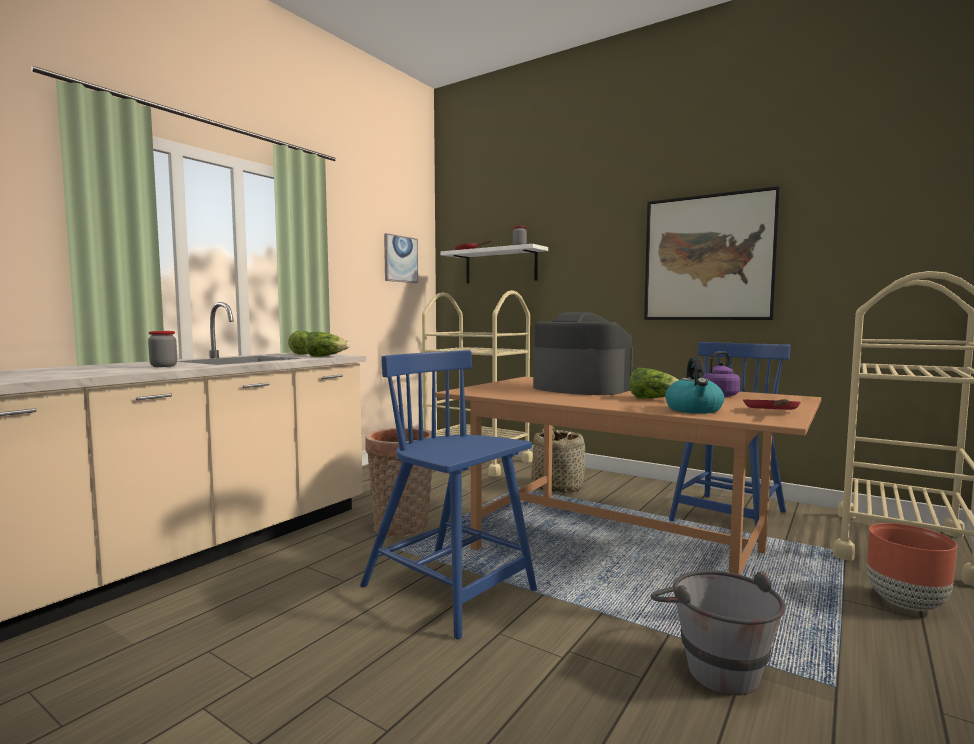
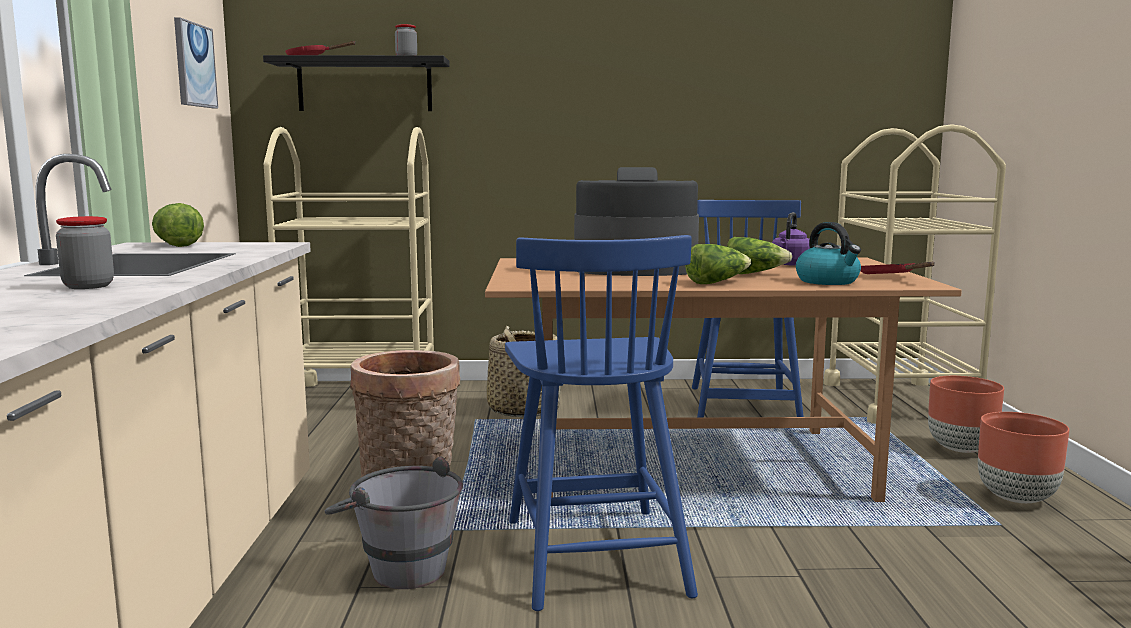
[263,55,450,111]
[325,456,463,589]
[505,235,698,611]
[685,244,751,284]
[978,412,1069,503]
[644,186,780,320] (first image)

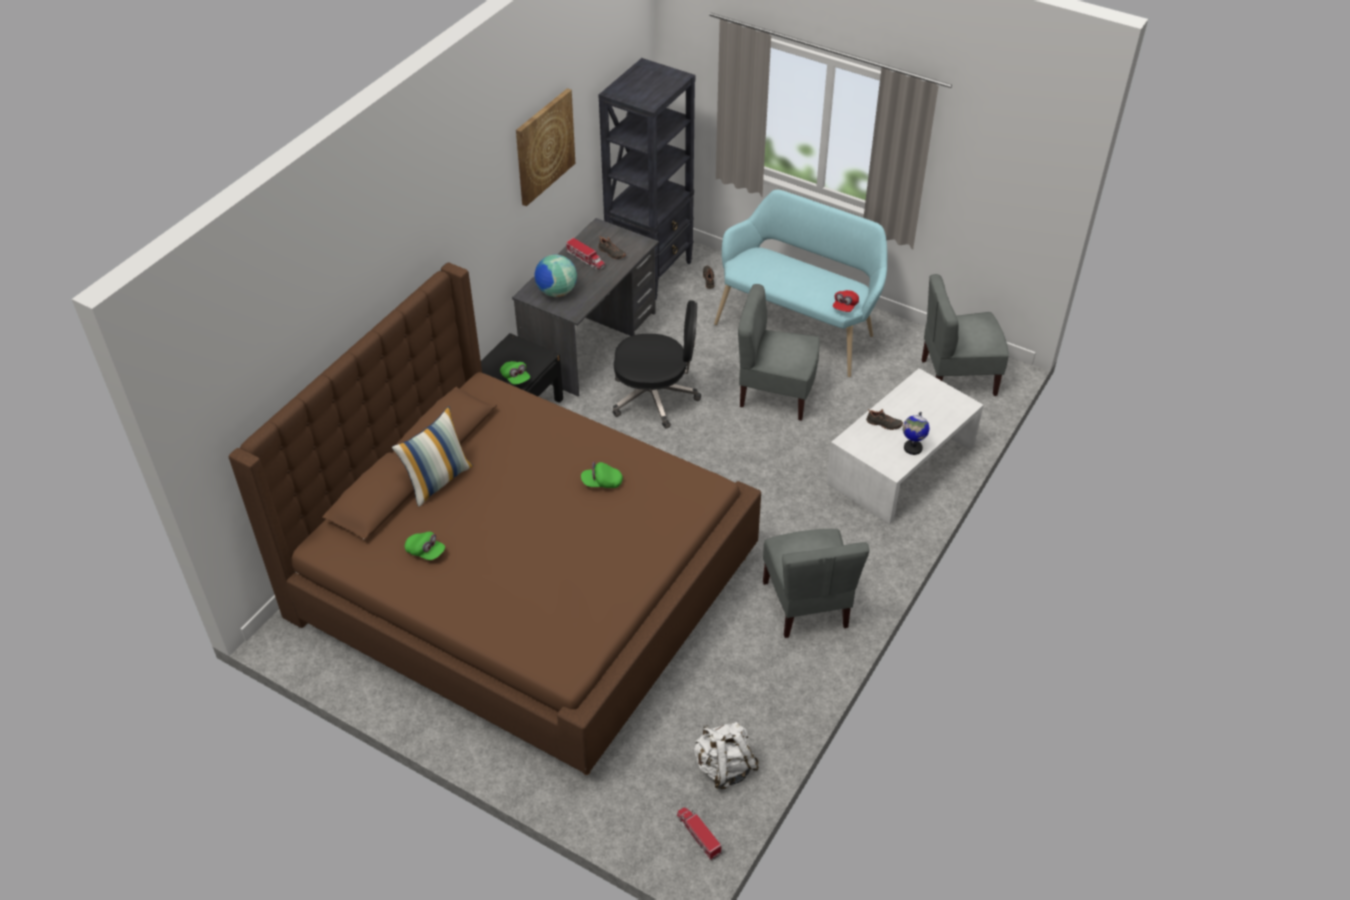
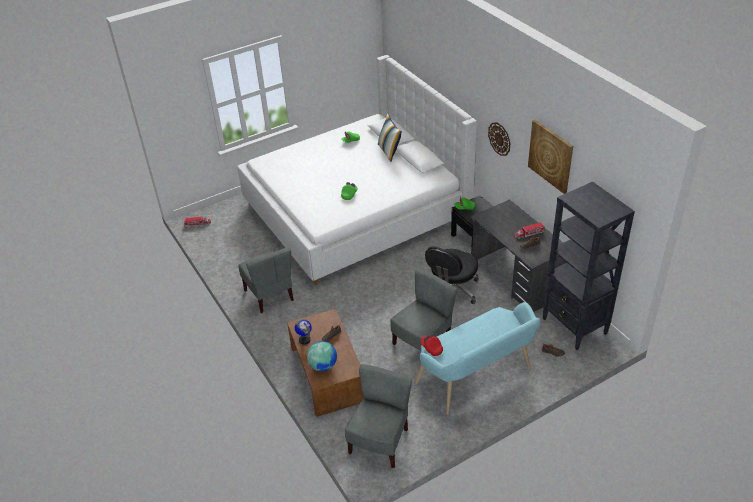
[237,55,477,285]
[238,247,294,313]
[287,309,364,417]
[307,341,337,371]
[488,122,510,156]
[694,722,759,789] (first image)

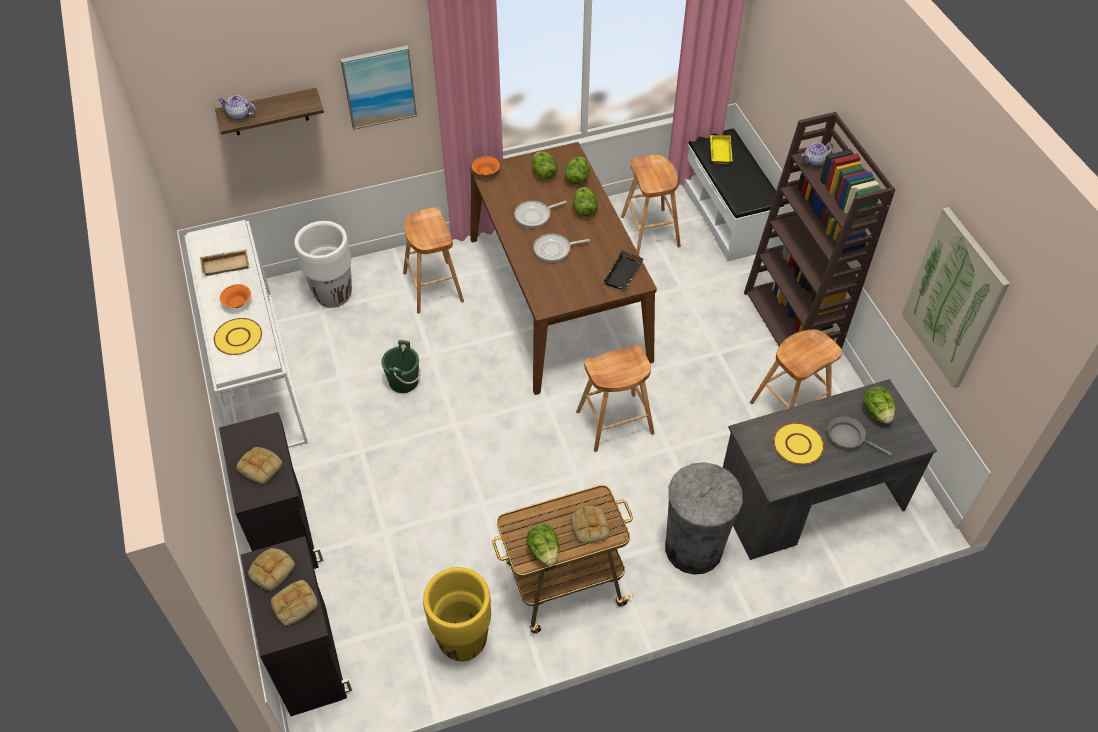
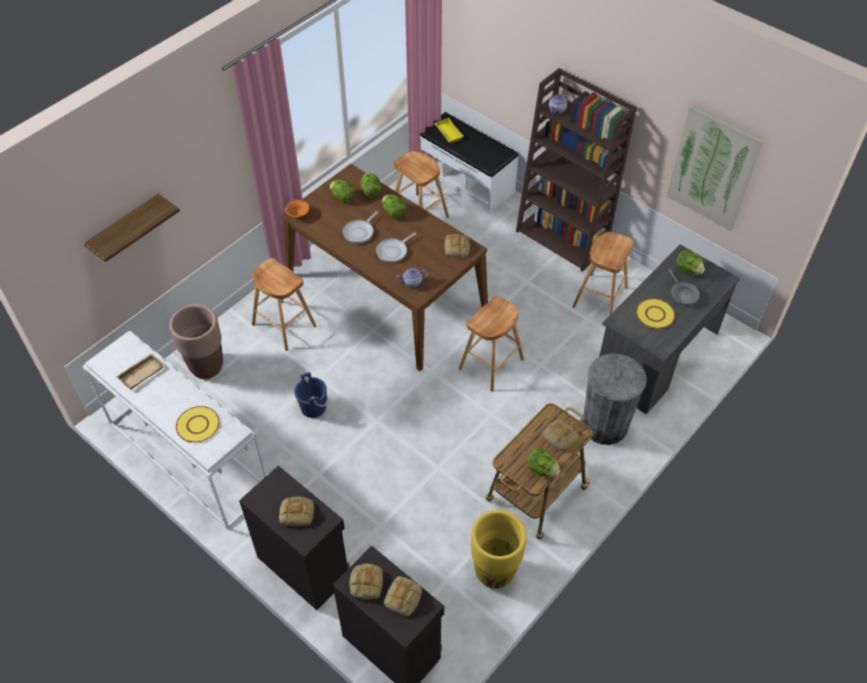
[169,304,223,379]
[294,372,328,418]
[396,268,428,288]
[444,234,470,257]
[669,269,700,305]
[220,284,251,308] (first image)
[340,45,417,130] (first image)

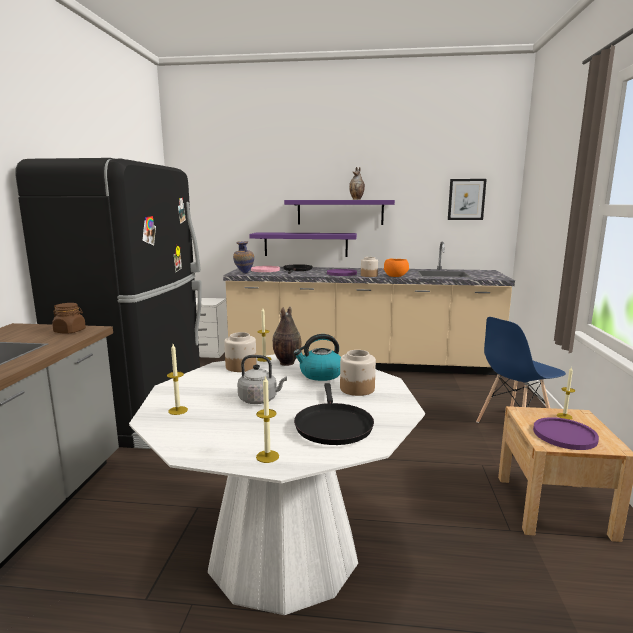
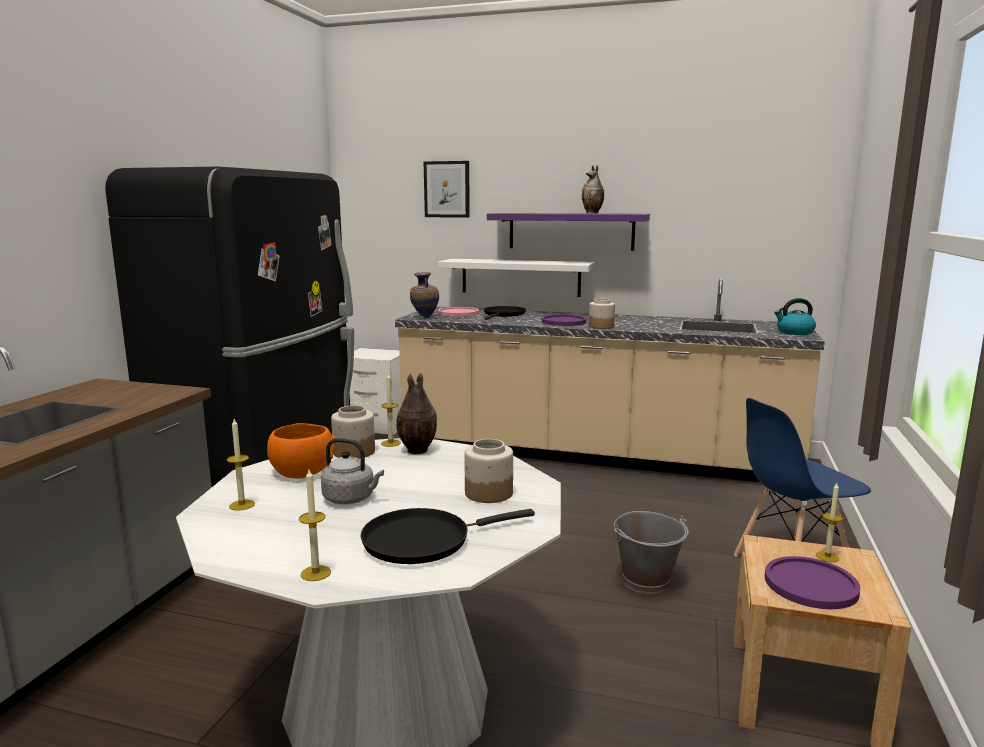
[267,423,335,479]
[360,508,535,564]
[424,161,470,218]
[438,259,595,297]
[614,511,689,595]
[774,298,816,335]
[52,303,86,334] (first image)

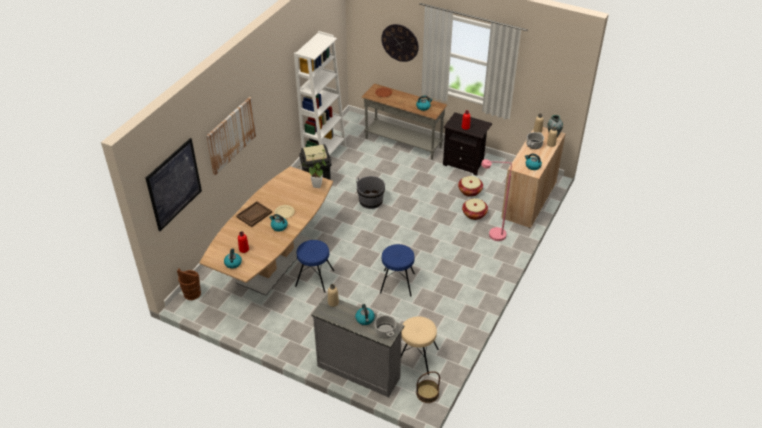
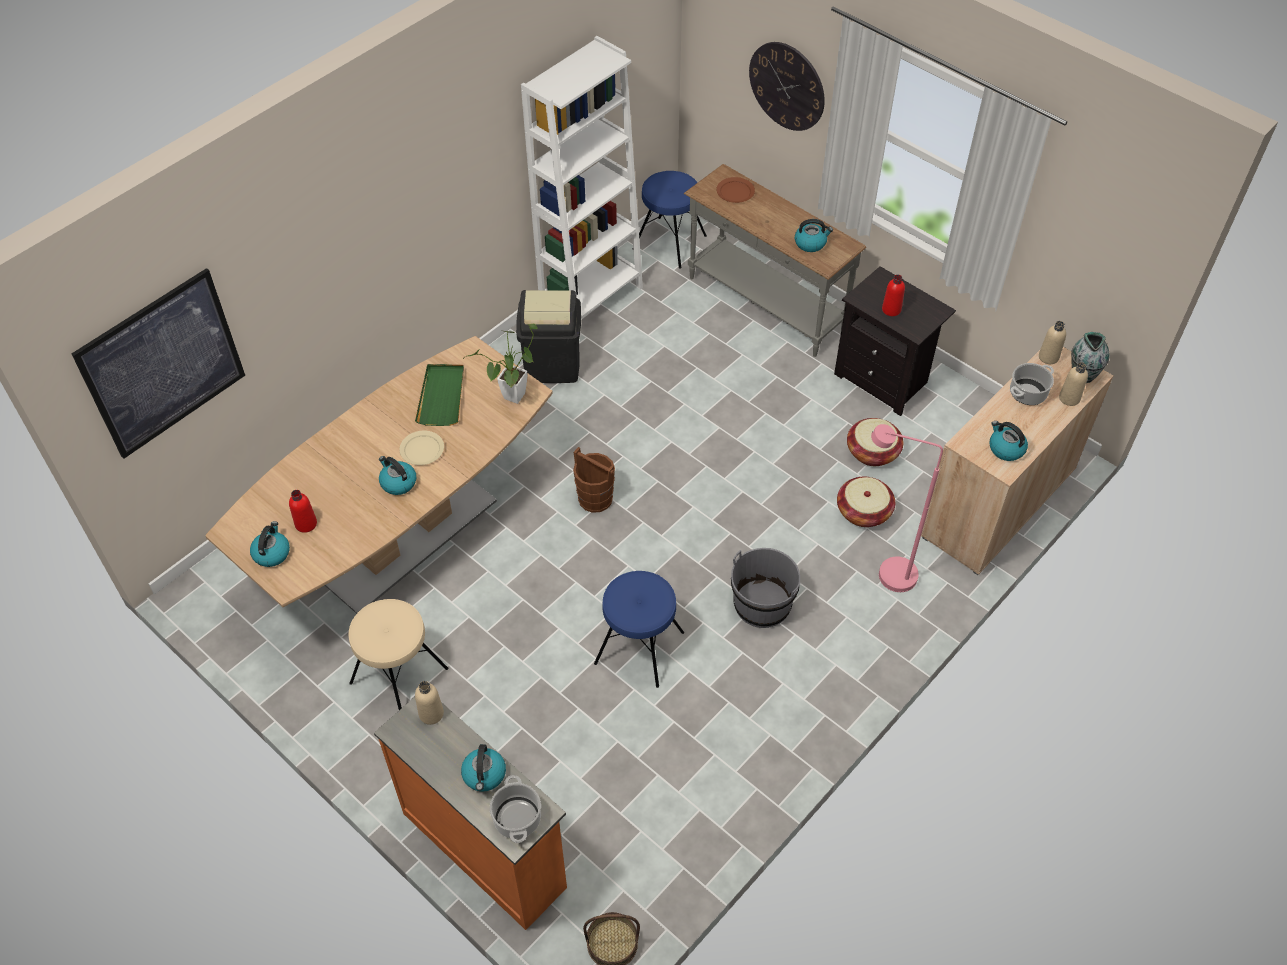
[349,599,448,710]
[374,697,567,930]
[415,364,464,426]
[573,447,615,513]
[639,171,707,269]
[731,548,800,628]
[206,97,257,175] (first image)
[236,201,272,227] (first image)

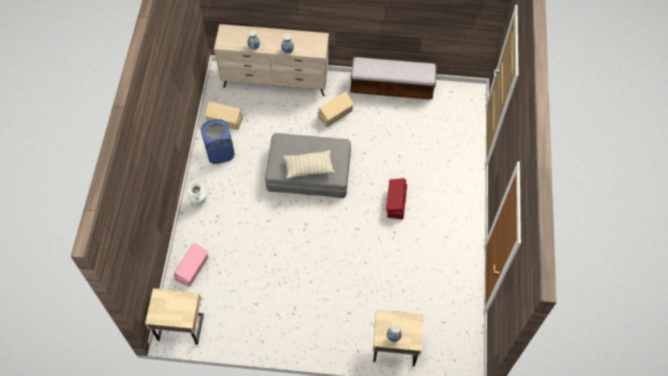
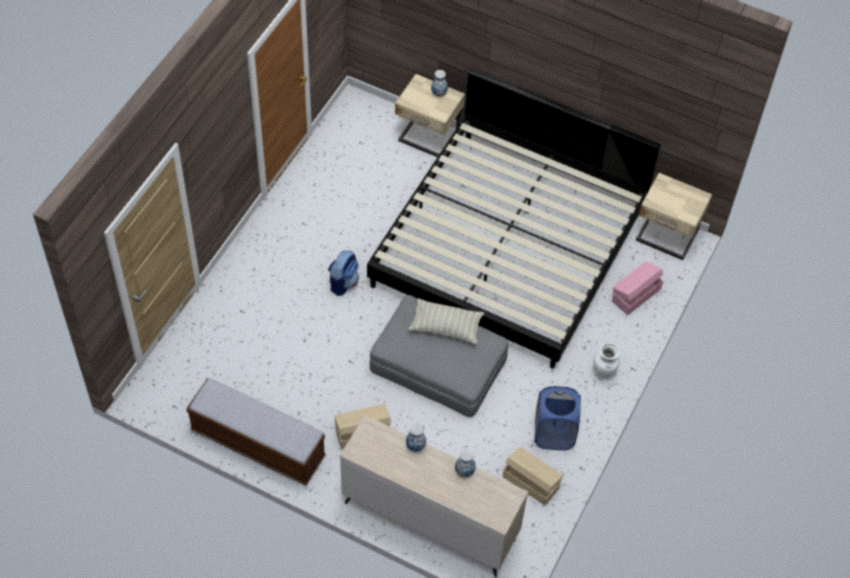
[328,250,359,296]
[367,68,661,368]

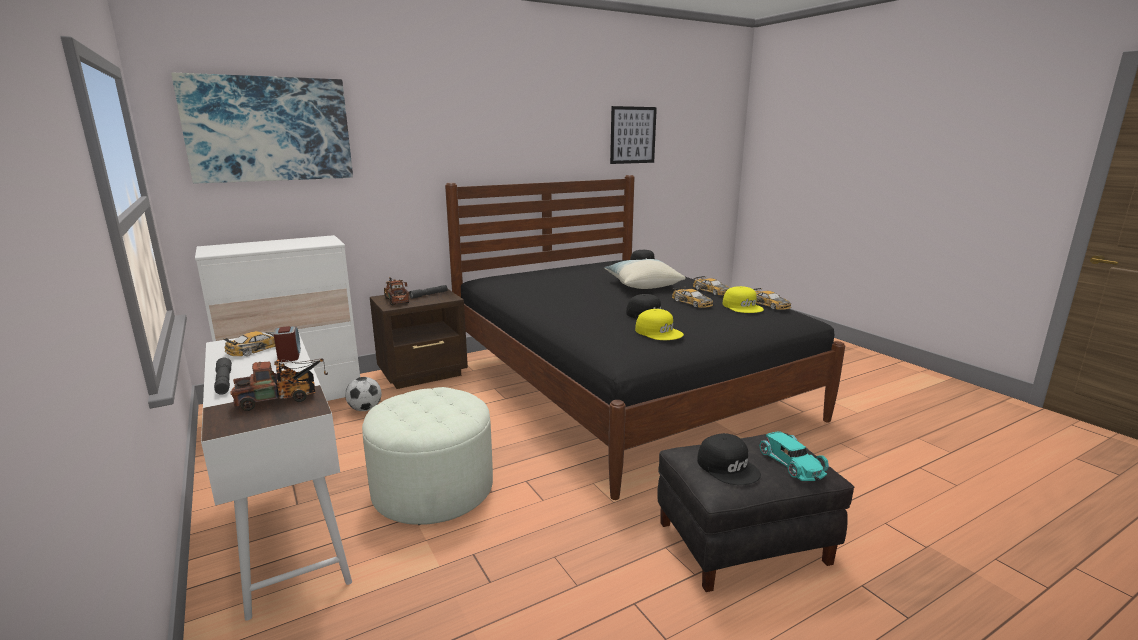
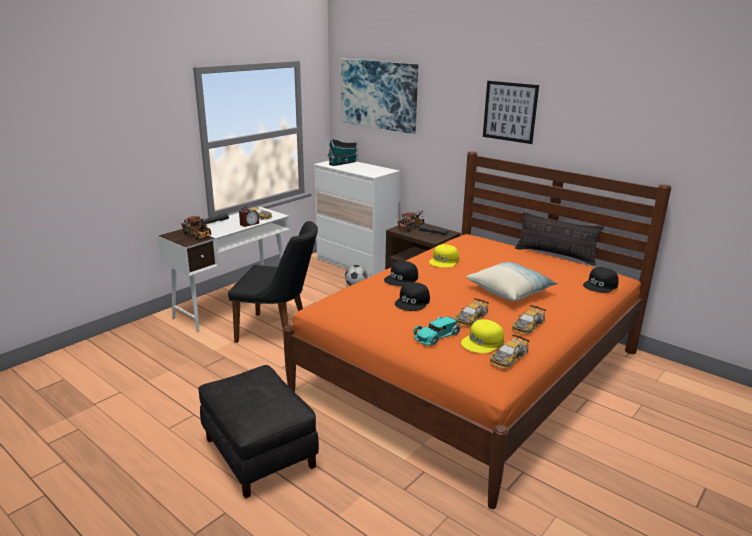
[228,221,318,343]
[283,151,671,509]
[328,139,358,166]
[384,261,418,286]
[413,316,460,346]
[429,244,459,268]
[483,81,539,144]
[515,212,604,266]

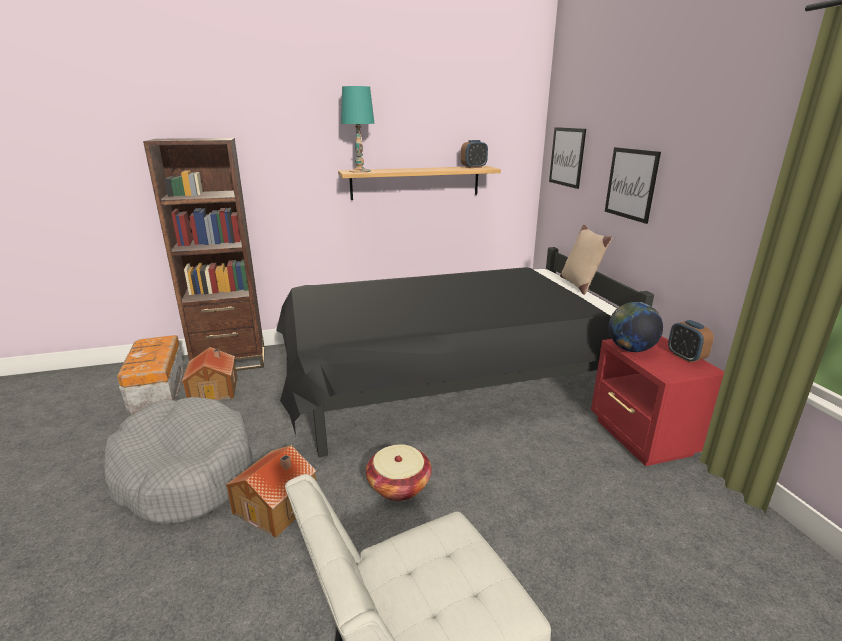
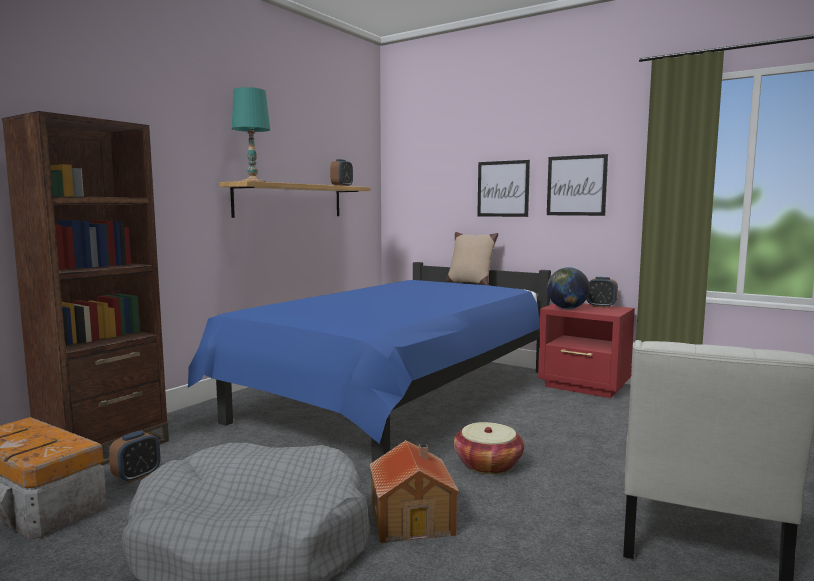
[109,430,161,483]
[188,262,551,462]
[547,154,608,216]

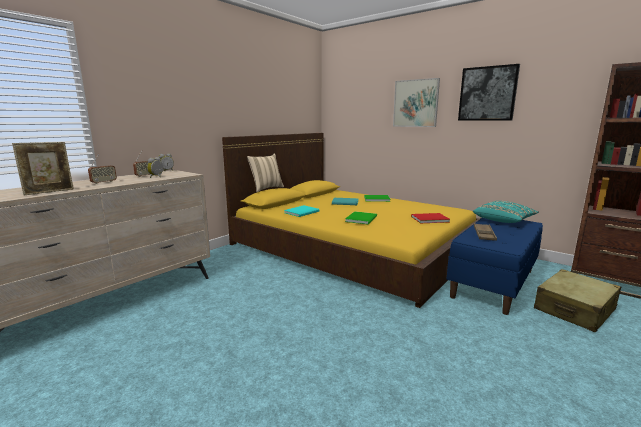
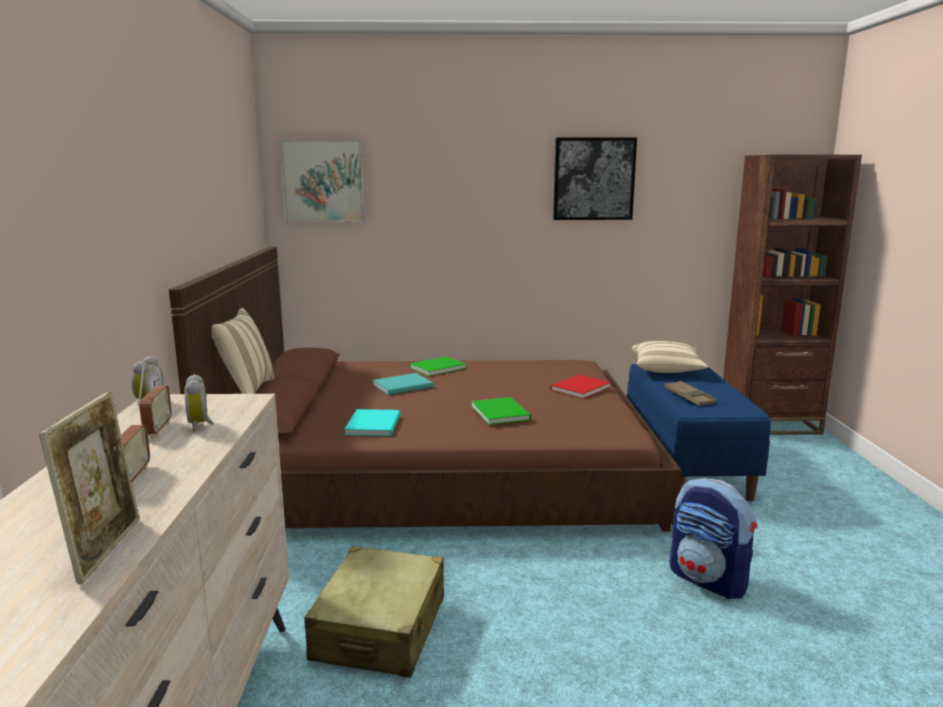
[169,247,681,532]
[279,140,365,222]
[304,546,444,678]
[632,341,709,373]
[669,478,757,599]

